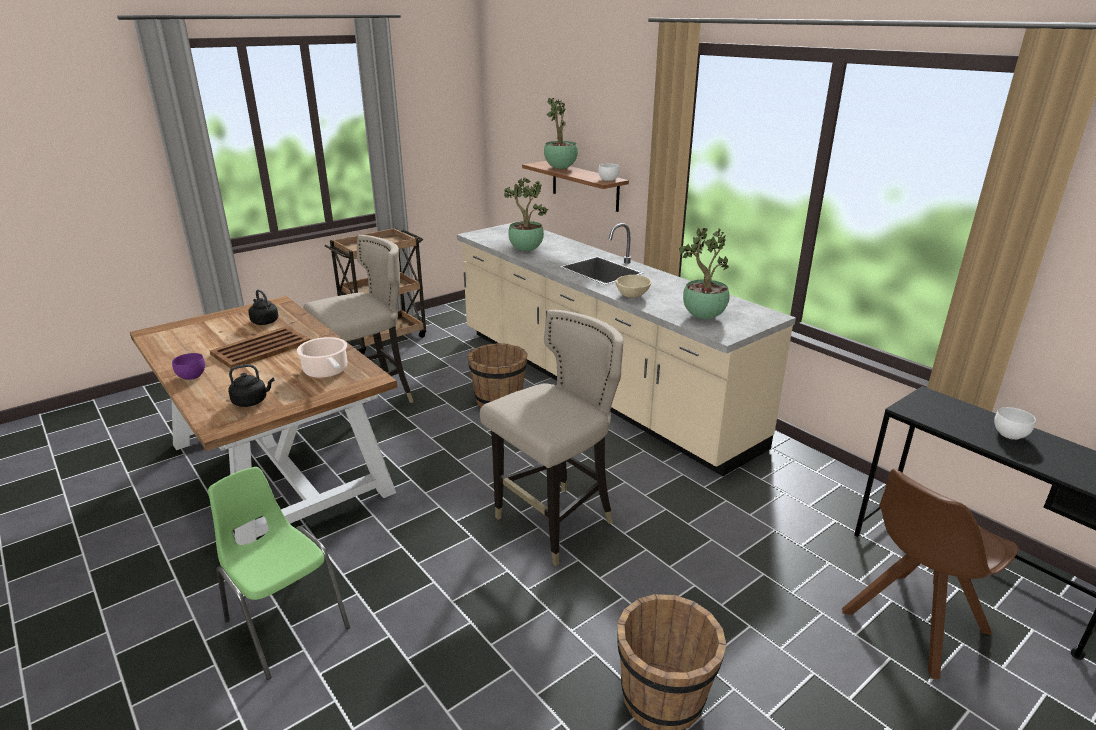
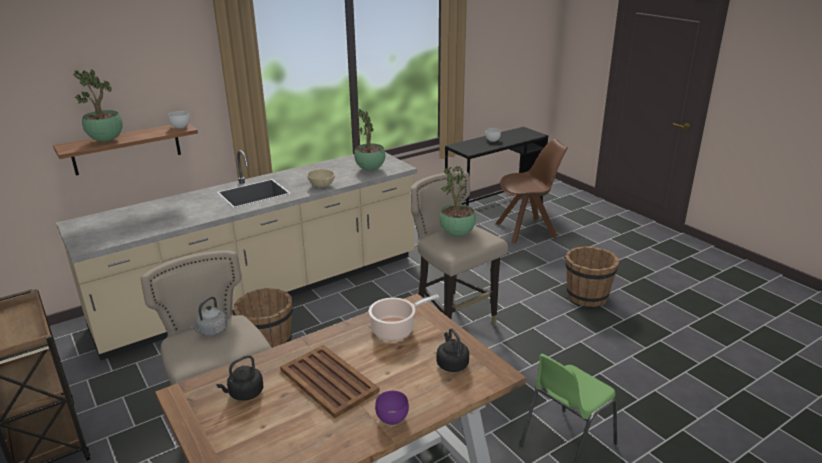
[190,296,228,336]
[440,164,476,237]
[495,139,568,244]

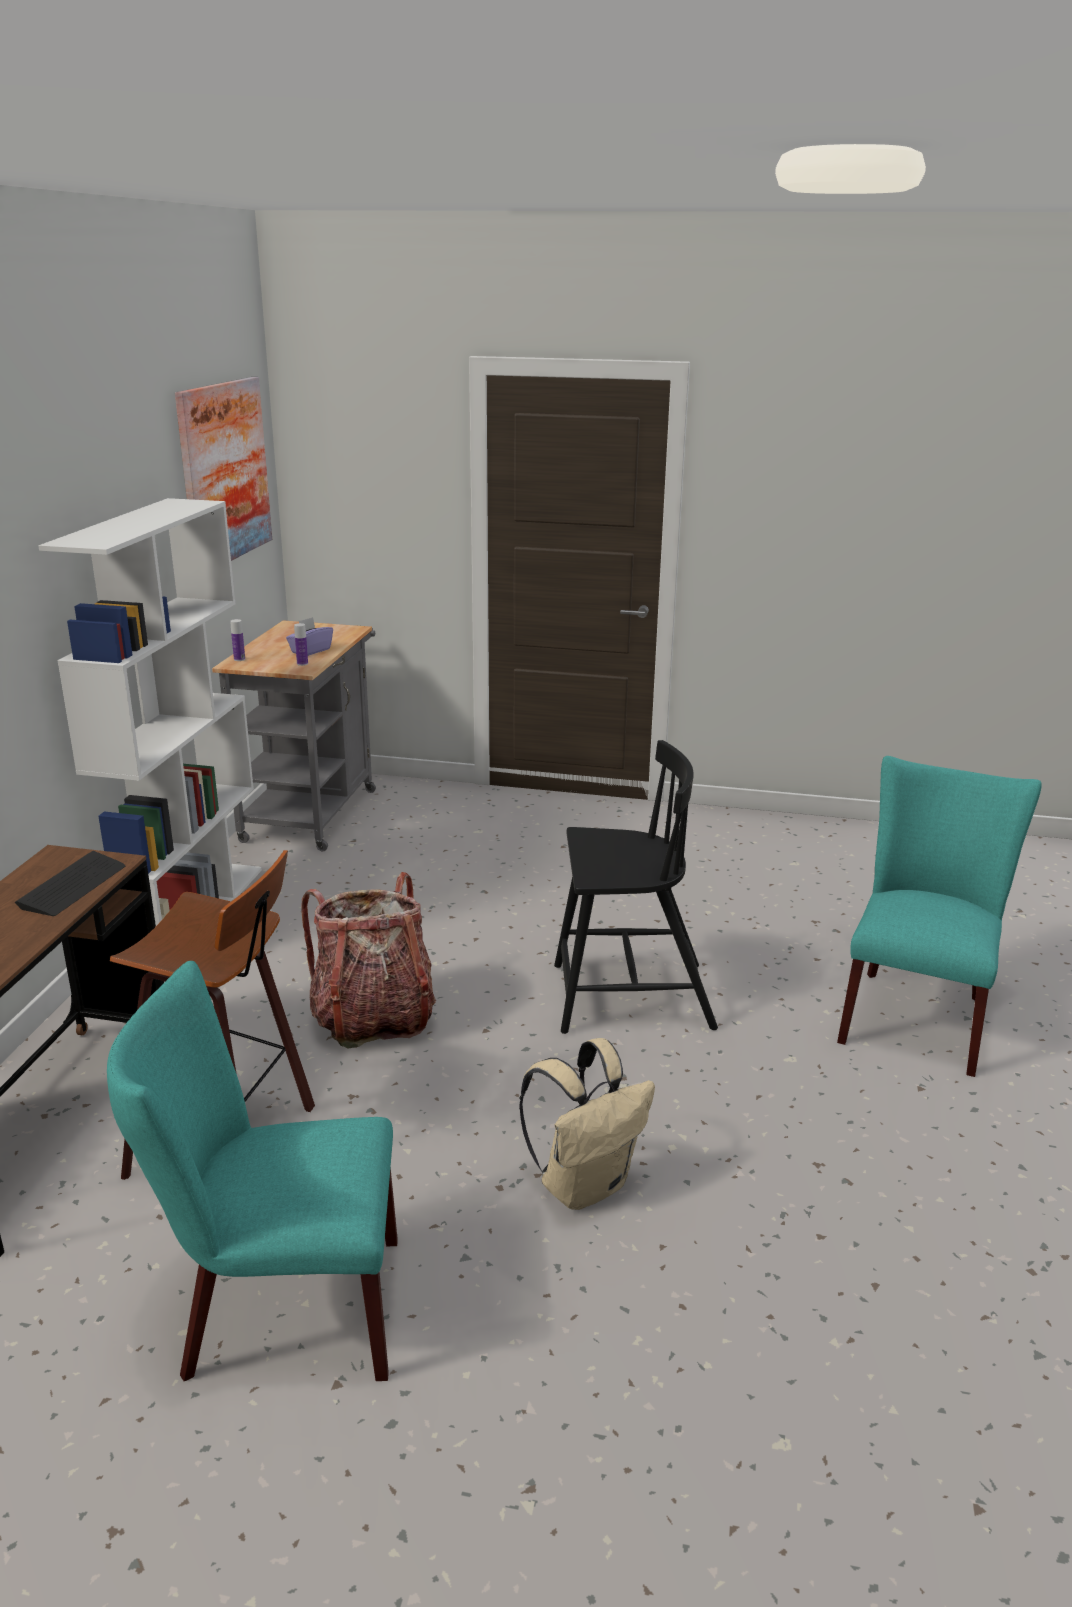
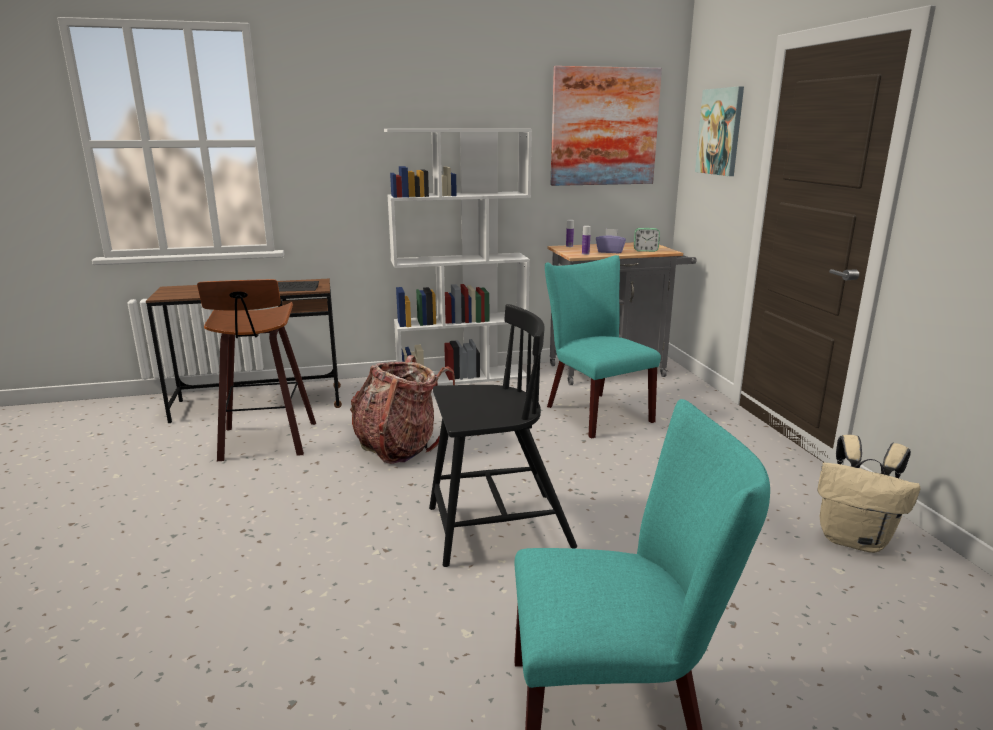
[429,304,577,567]
[545,255,661,439]
[634,228,660,252]
[695,86,744,176]
[817,435,920,553]

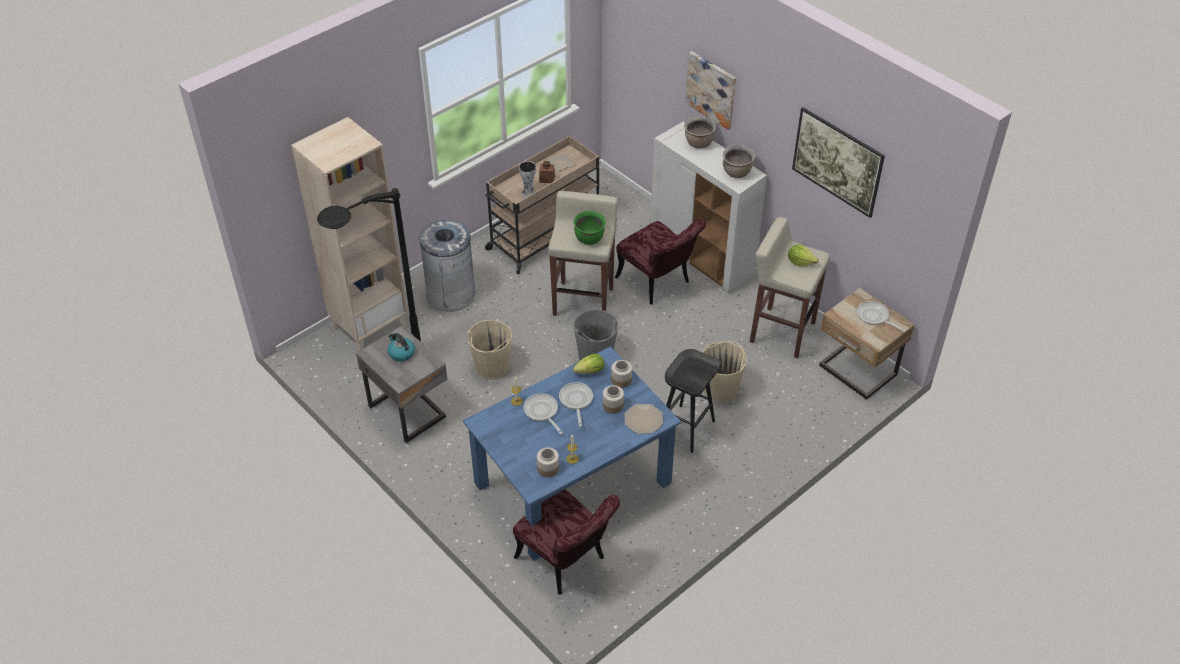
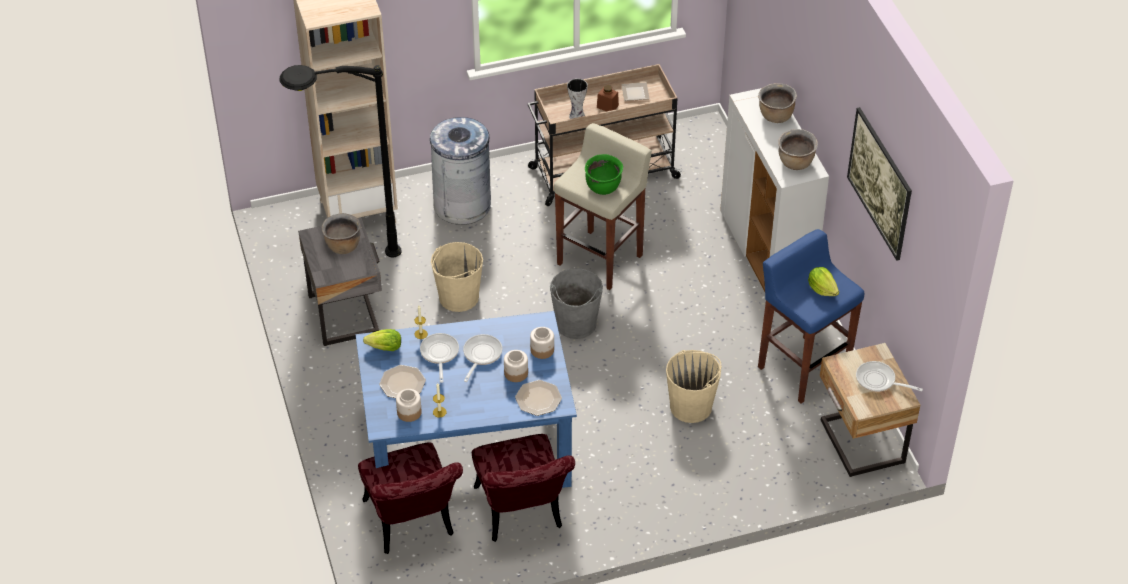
[322,213,360,254]
[363,329,401,351]
[379,365,426,398]
[472,434,575,542]
[758,229,864,404]
[856,361,923,392]
[665,349,721,453] (first image)
[685,51,736,130] (first image)

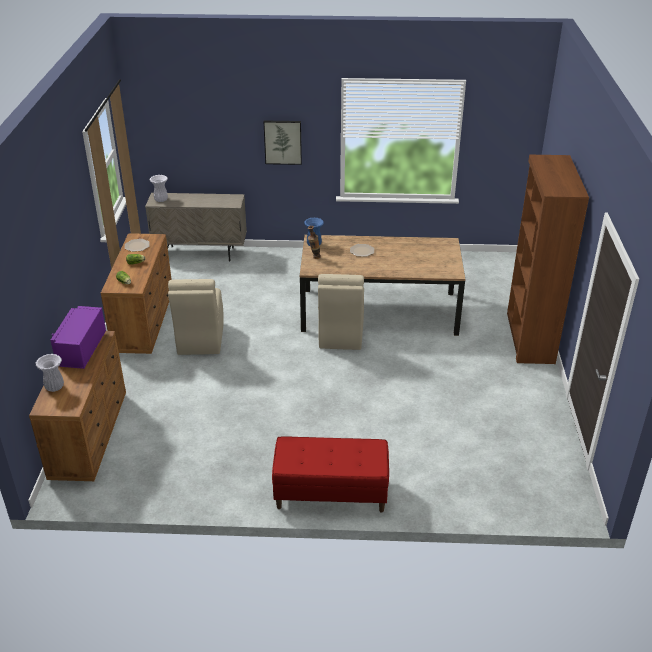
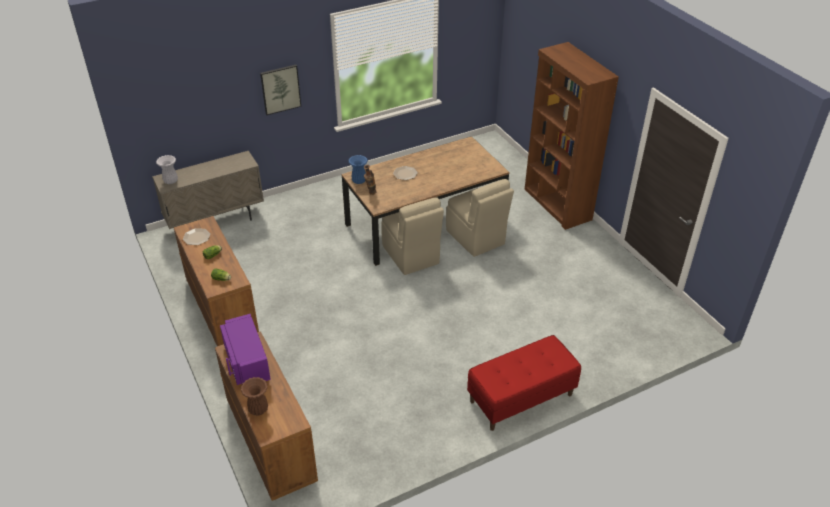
[241,377,268,416]
[446,179,514,257]

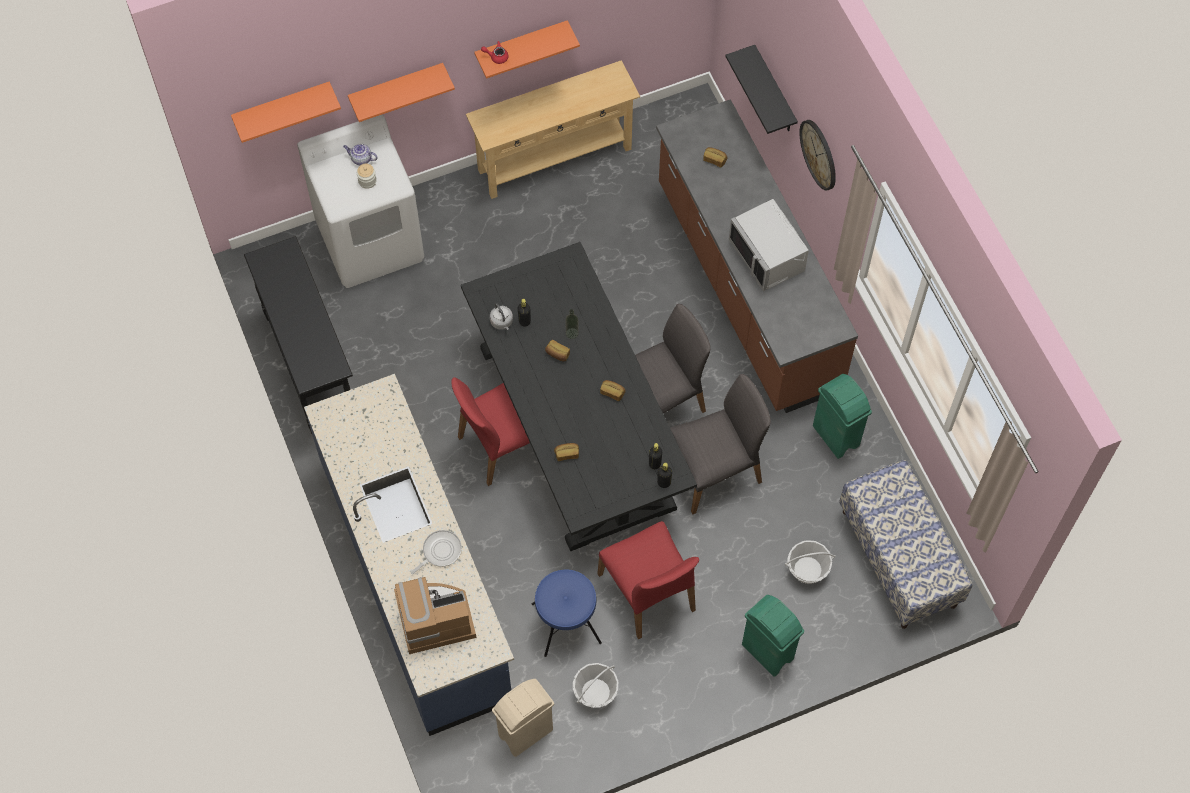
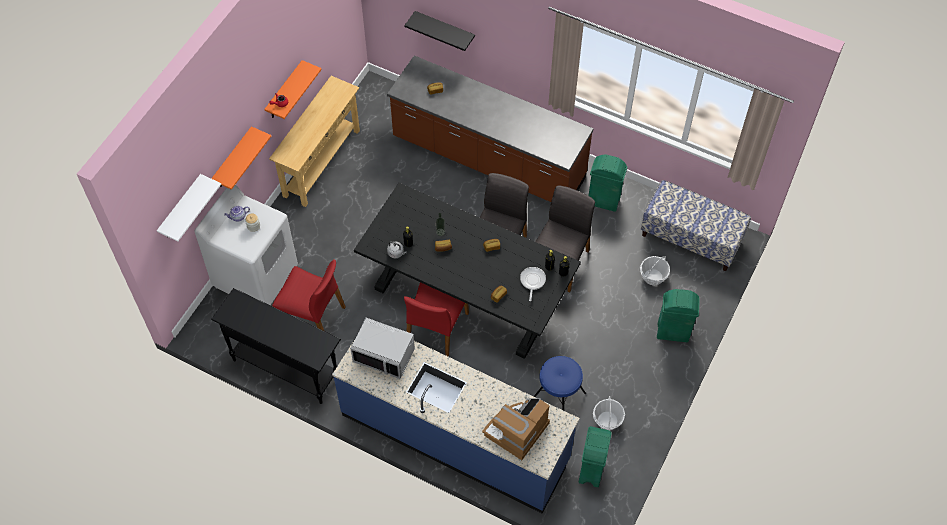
[157,174,221,242]
[272,259,346,331]
[350,318,415,379]
[520,267,546,301]
[579,426,612,487]
[799,120,836,191] (first image)

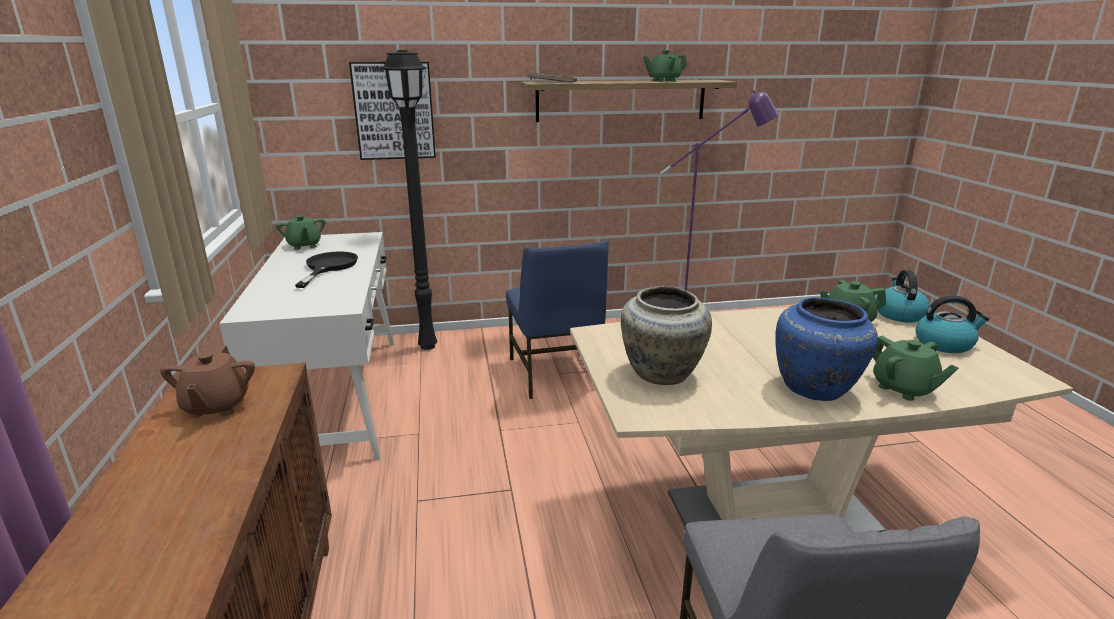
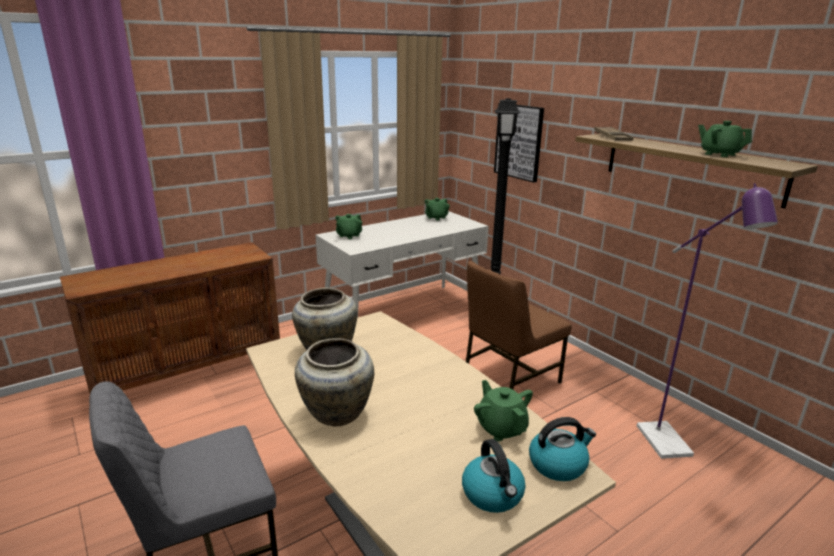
[295,338,374,427]
[335,214,362,239]
[466,261,571,390]
[160,345,255,418] (first image)
[295,251,358,288] (first image)

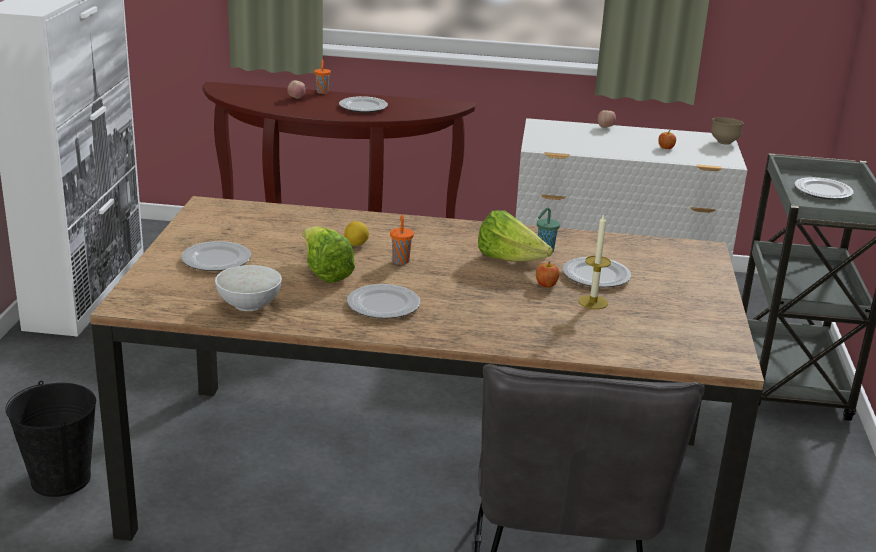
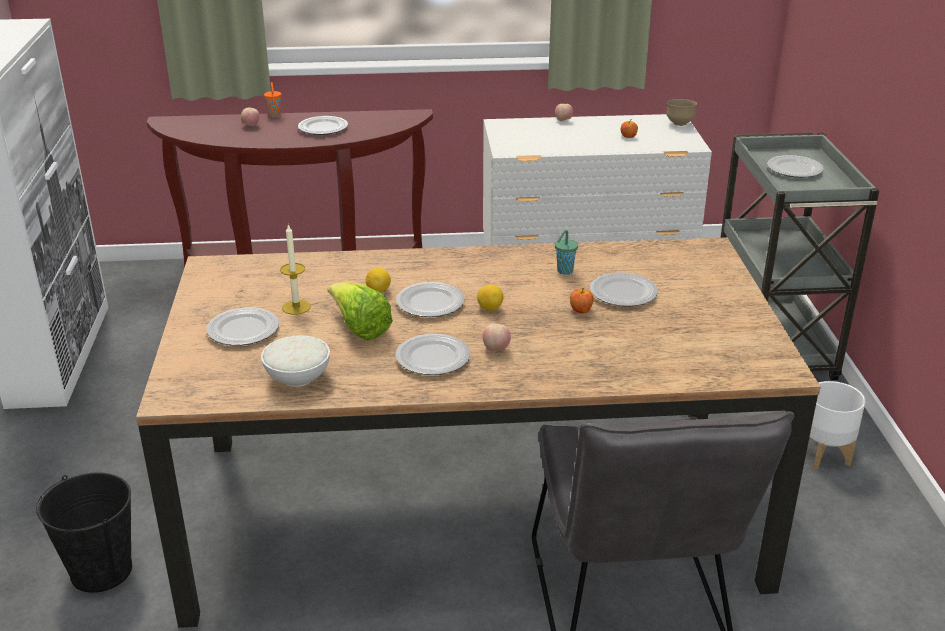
[280,224,311,315]
[396,282,465,317]
[477,284,504,310]
[483,324,511,351]
[809,381,866,470]
[478,210,553,262] (first image)

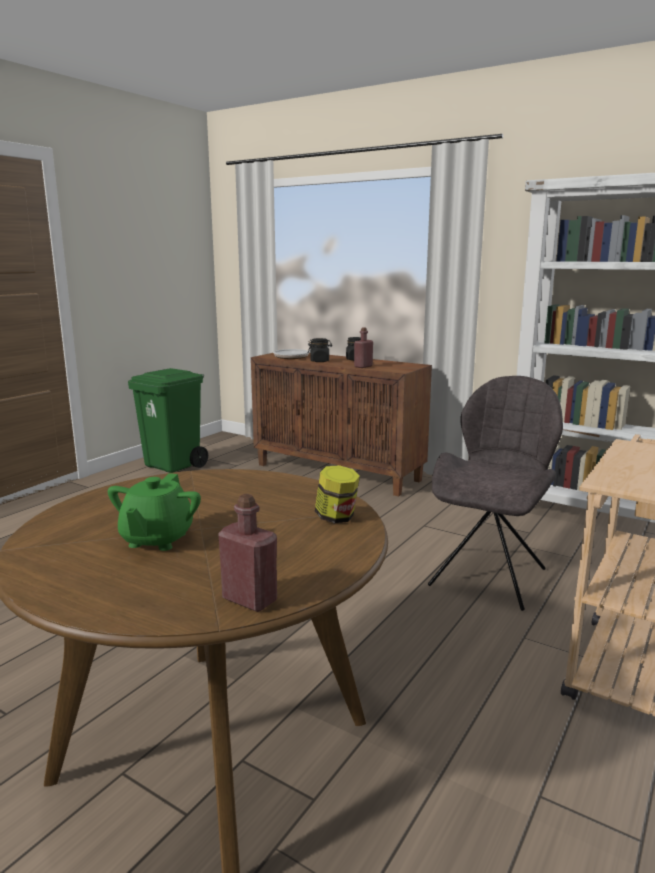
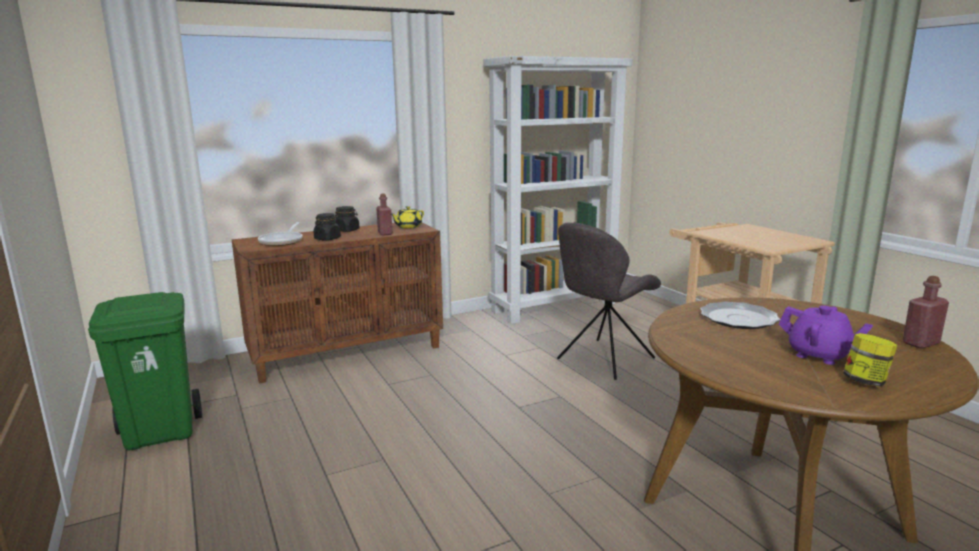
[392,206,424,229]
[557,222,661,380]
[700,302,780,329]
[779,306,873,365]
[843,333,897,387]

